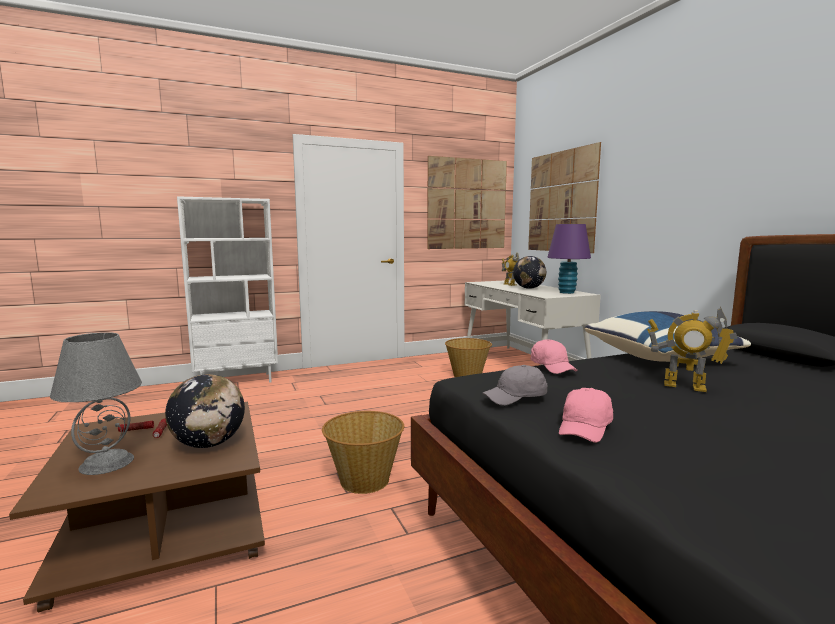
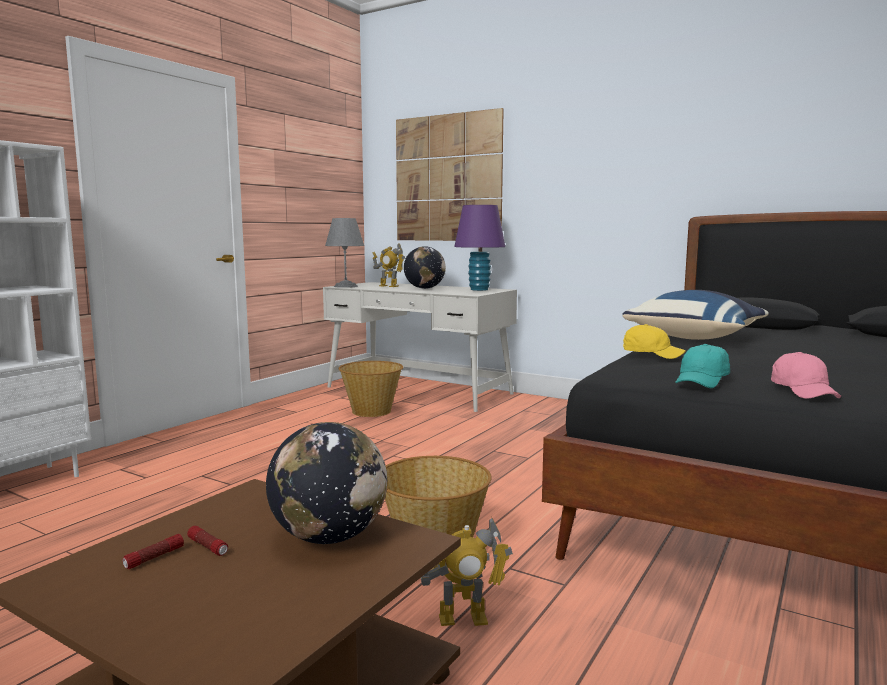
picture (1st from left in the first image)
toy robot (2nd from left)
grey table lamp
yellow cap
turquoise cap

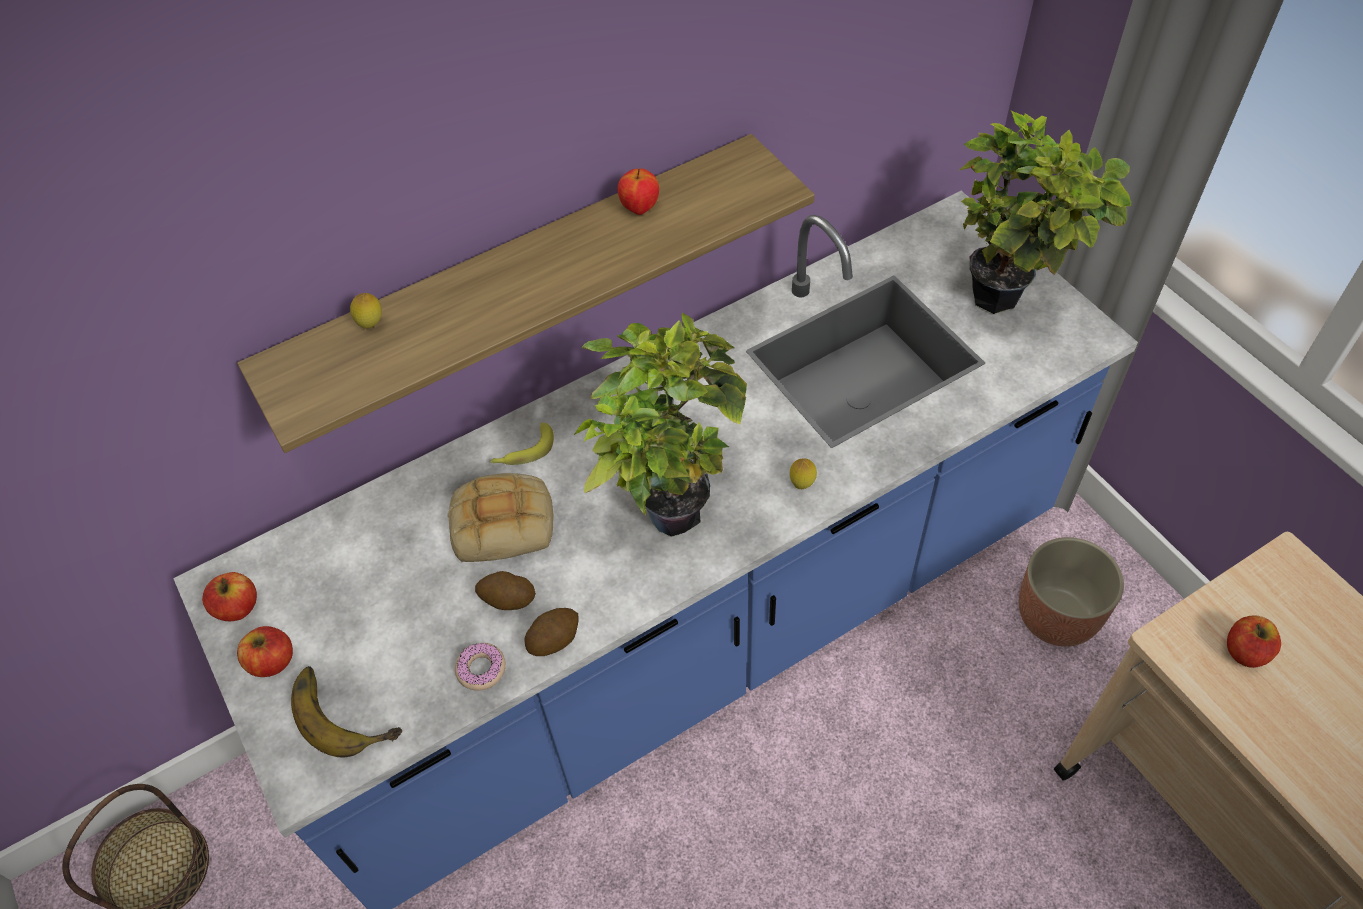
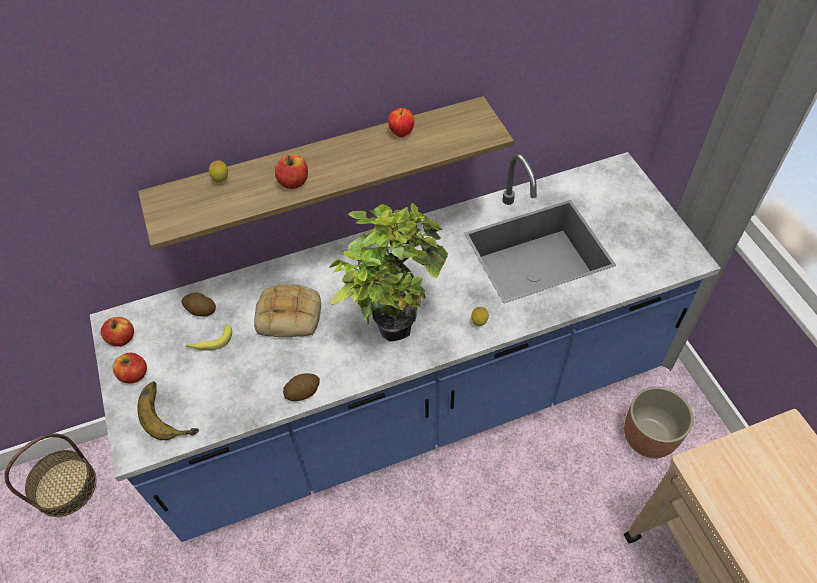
potted plant (2nd from left in the first image)
banana (2nd from left)
potato (1st from left)
apple (3rd from left)
donut

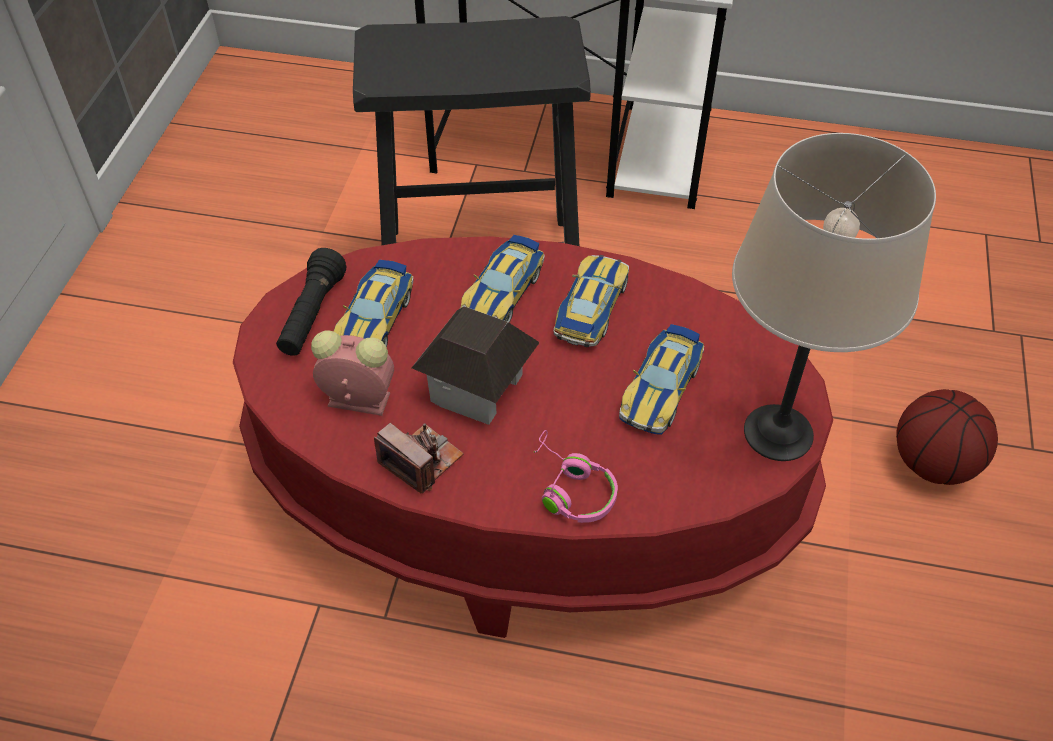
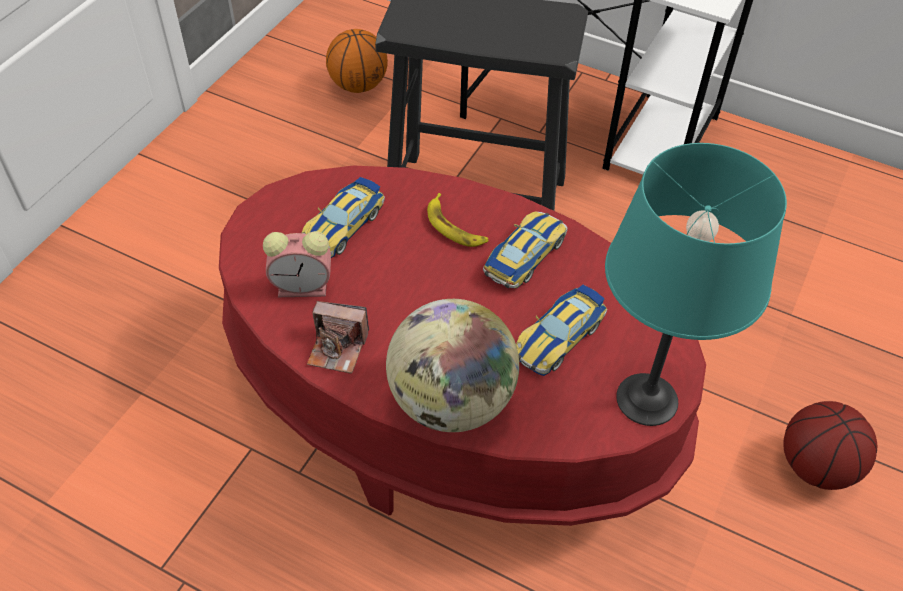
turquoise table lamp
banana
black flashlight
toy house
alarm clock
photo camera
globe
basketball (1st from left)

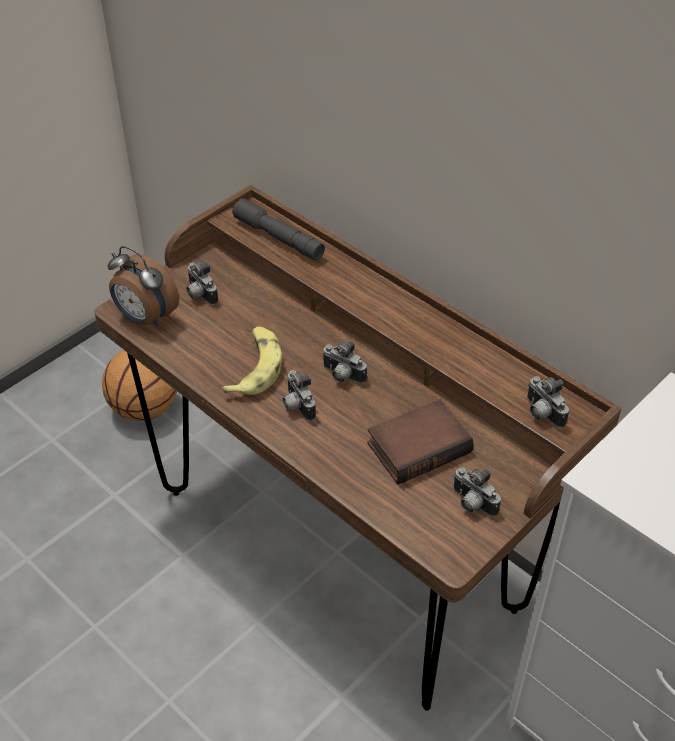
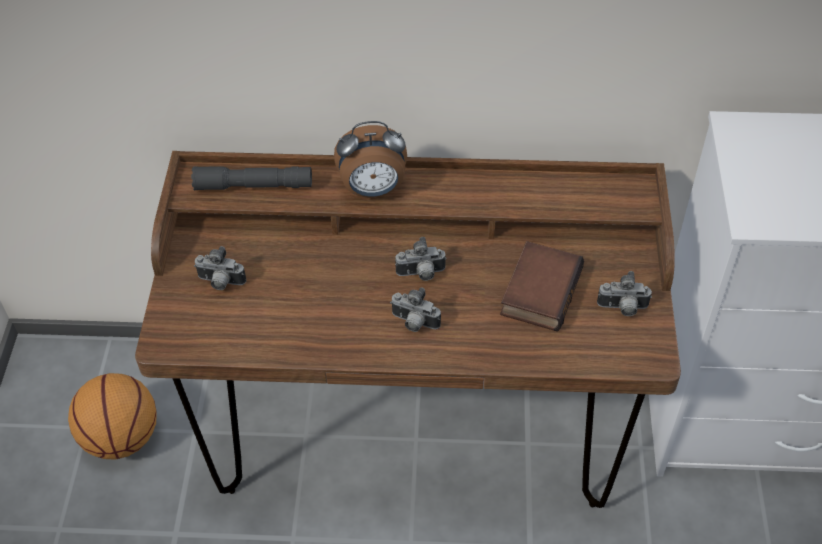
alarm clock
banana
photo camera (5th from left in the first image)

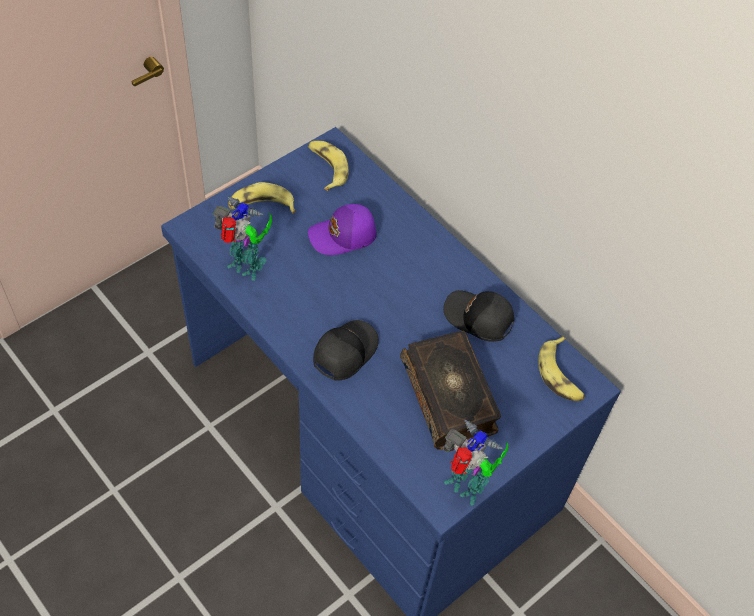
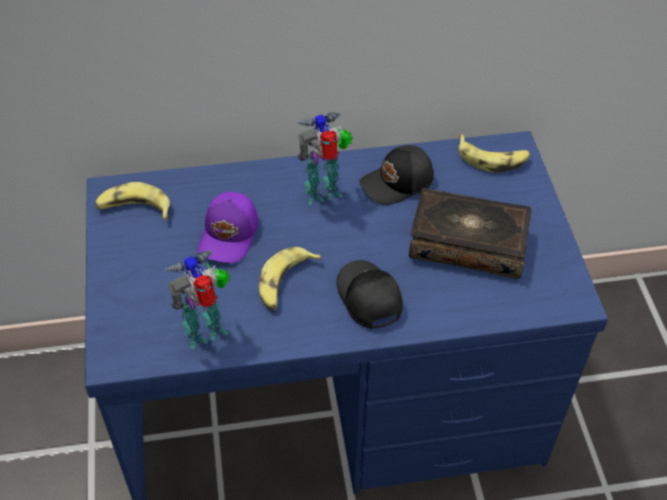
banana (2nd from left)
toy robot (2nd from left)

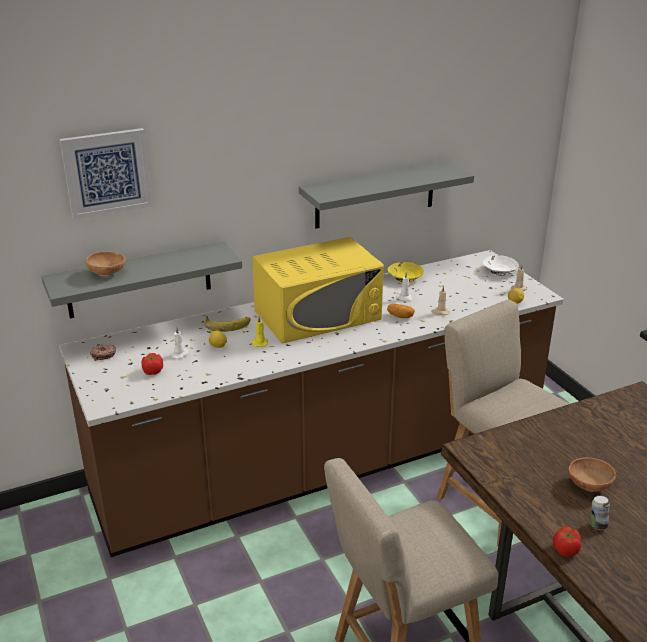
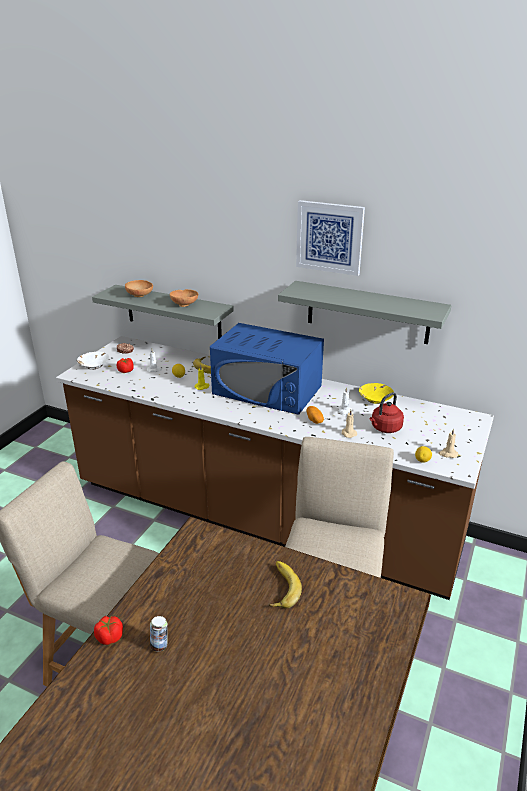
picture
blue microwave
white bowl
brown bowl (2nd from left)
red kettle
banana (2nd from left)

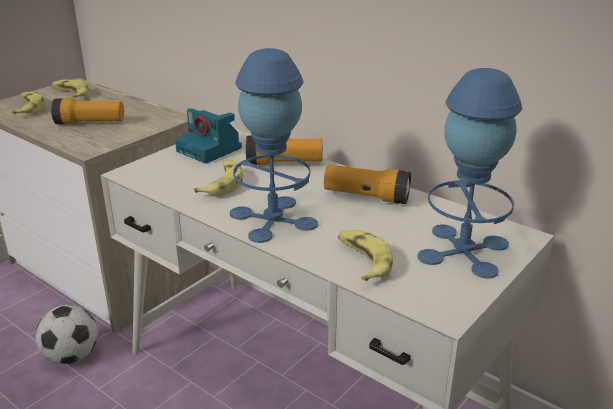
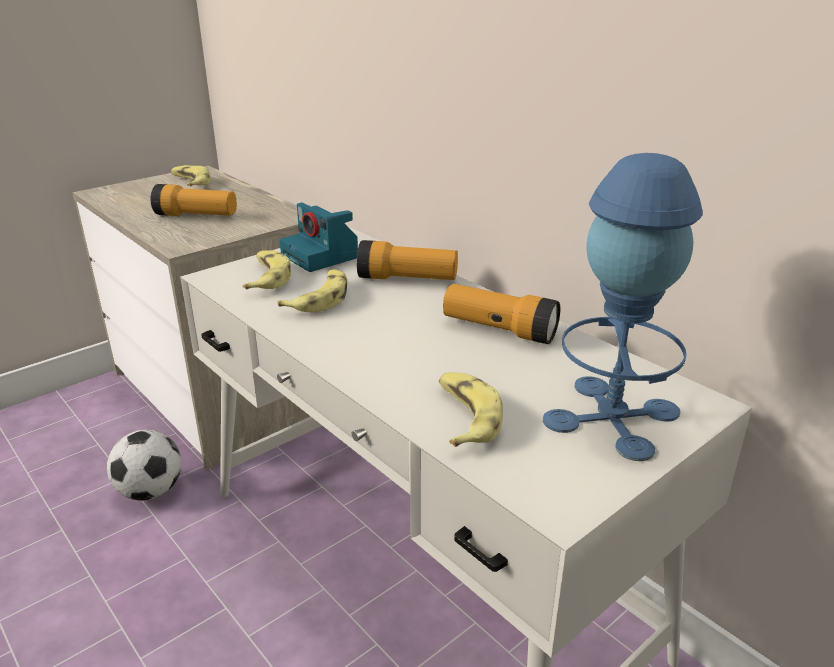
blue table lamp (1st from left in the first image)
banana (2nd from left)

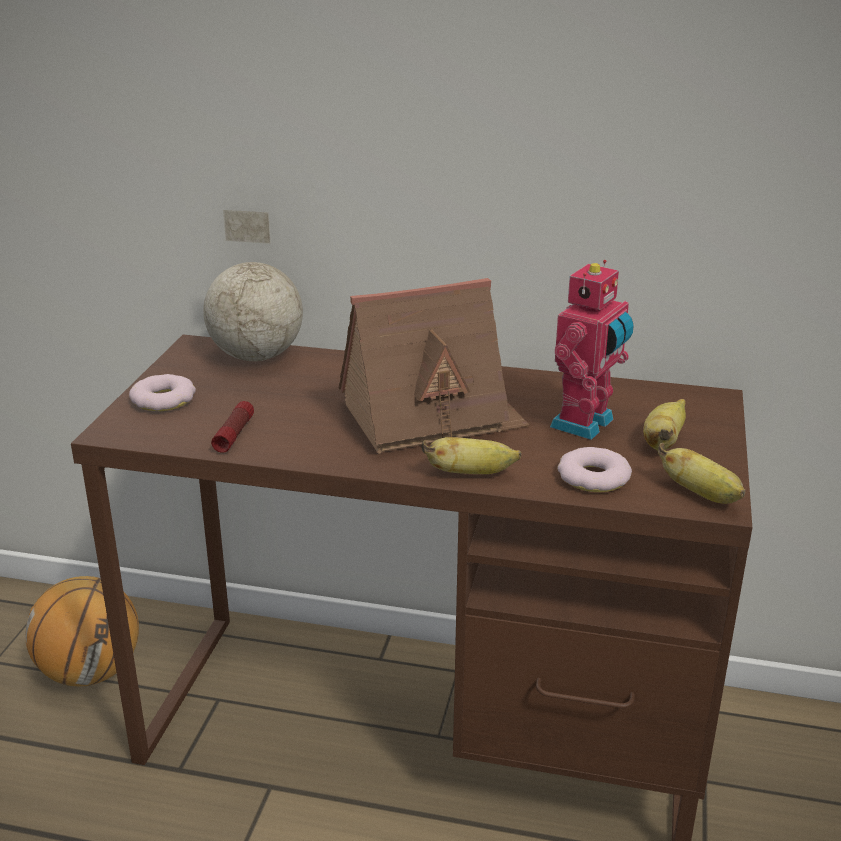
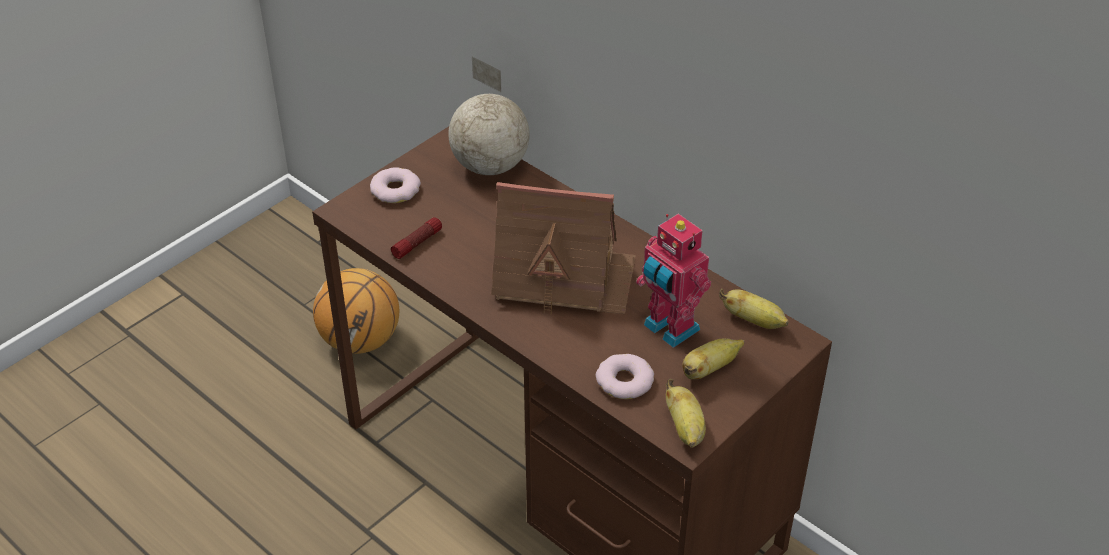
toy robot
banana (3rd from left)

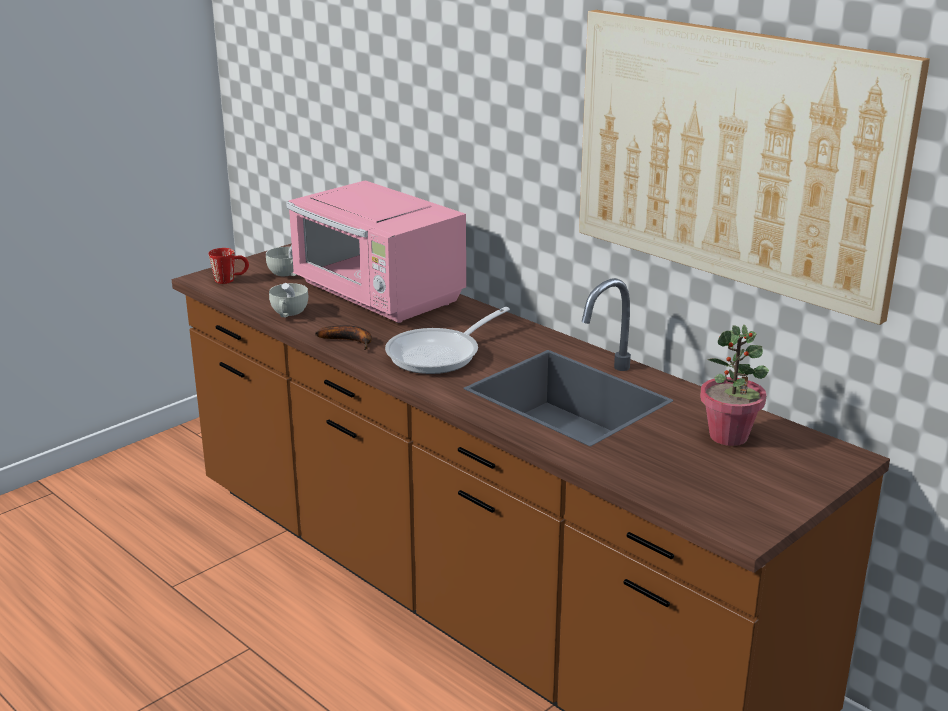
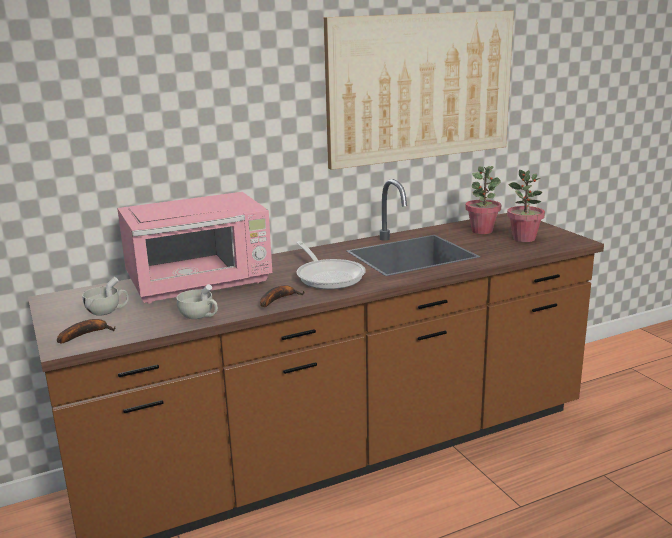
banana (1st from left)
potted plant (2nd from left)

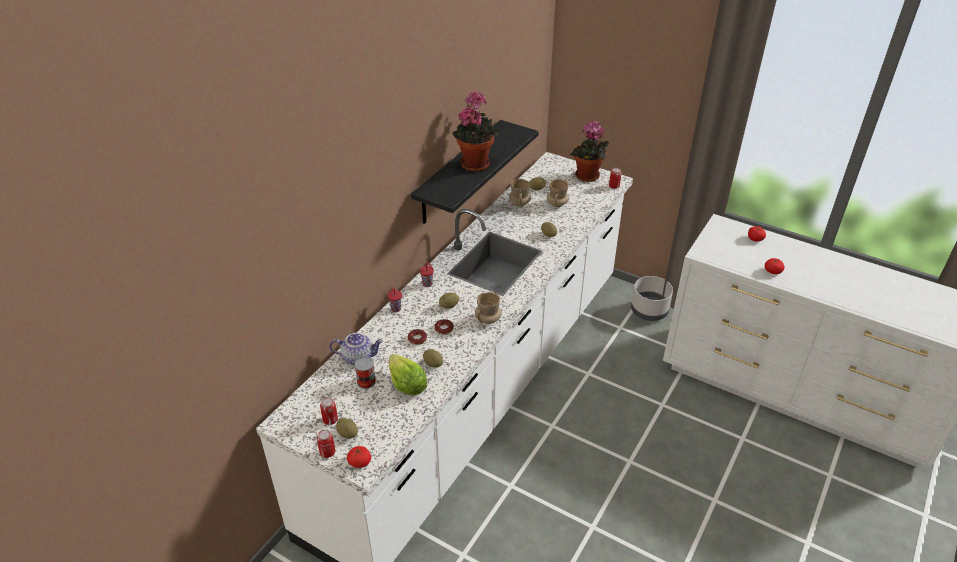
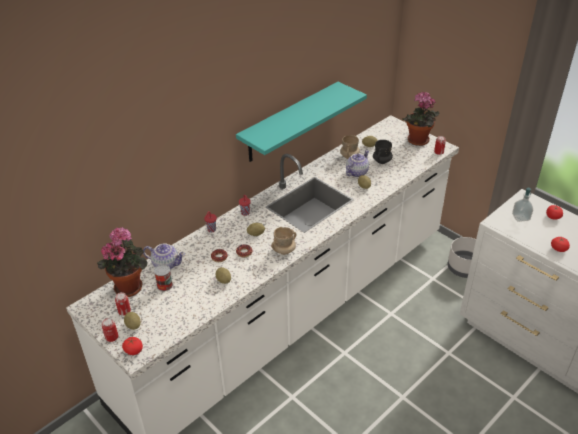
potted plant (1st from left)
turquoise shelf
black mug
lettuce
teapot (2nd from left)
soap dispenser

